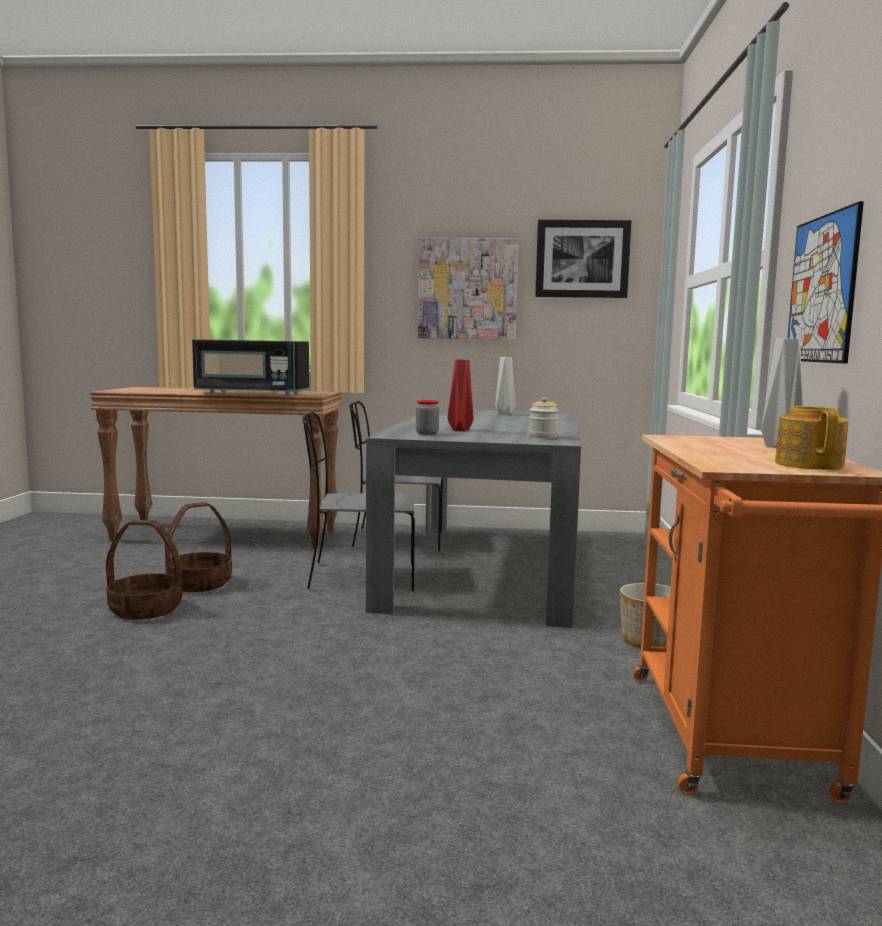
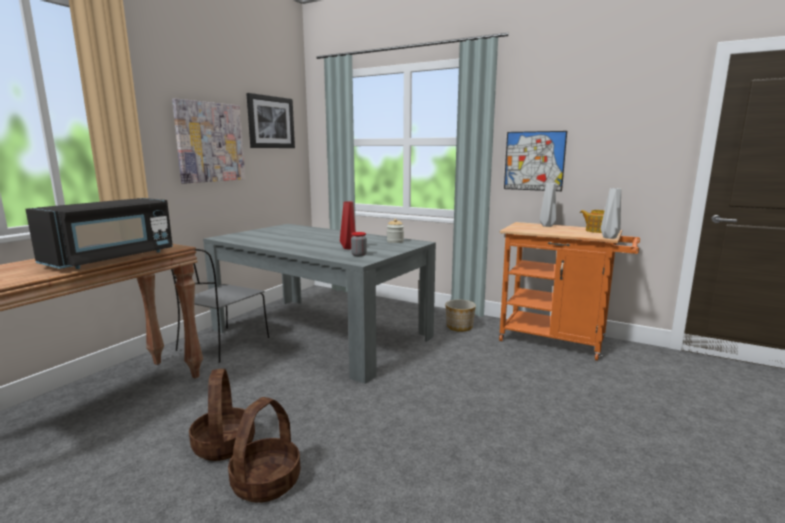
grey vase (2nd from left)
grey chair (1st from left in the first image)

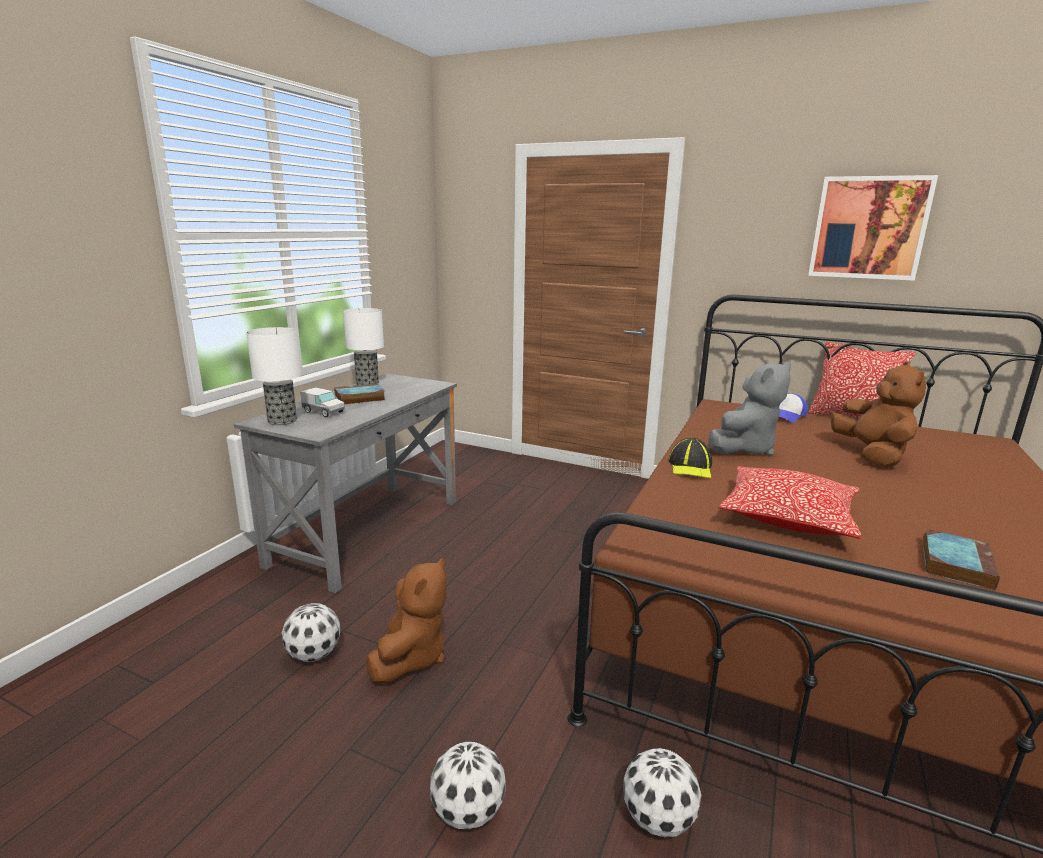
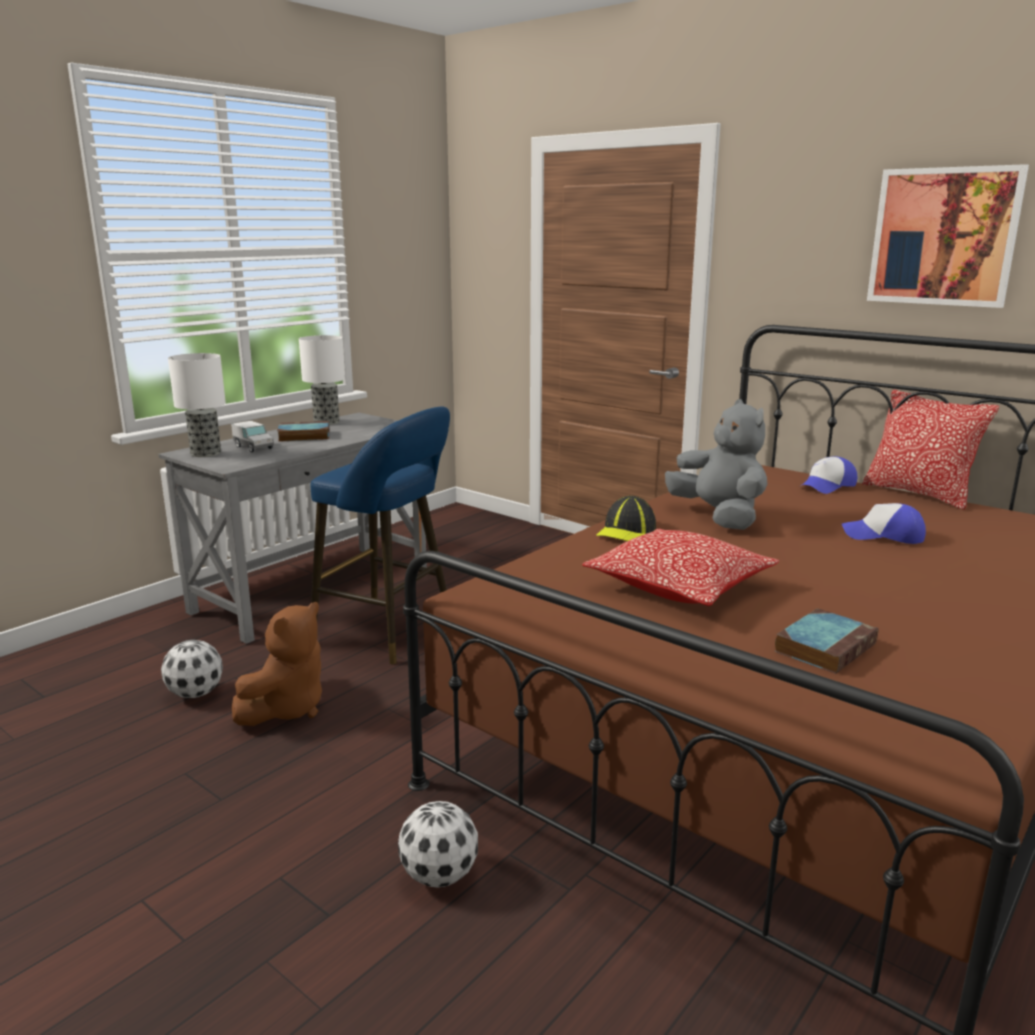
grey plush toy
cap (3rd from left)
football (2nd from left in the first image)
blue stool

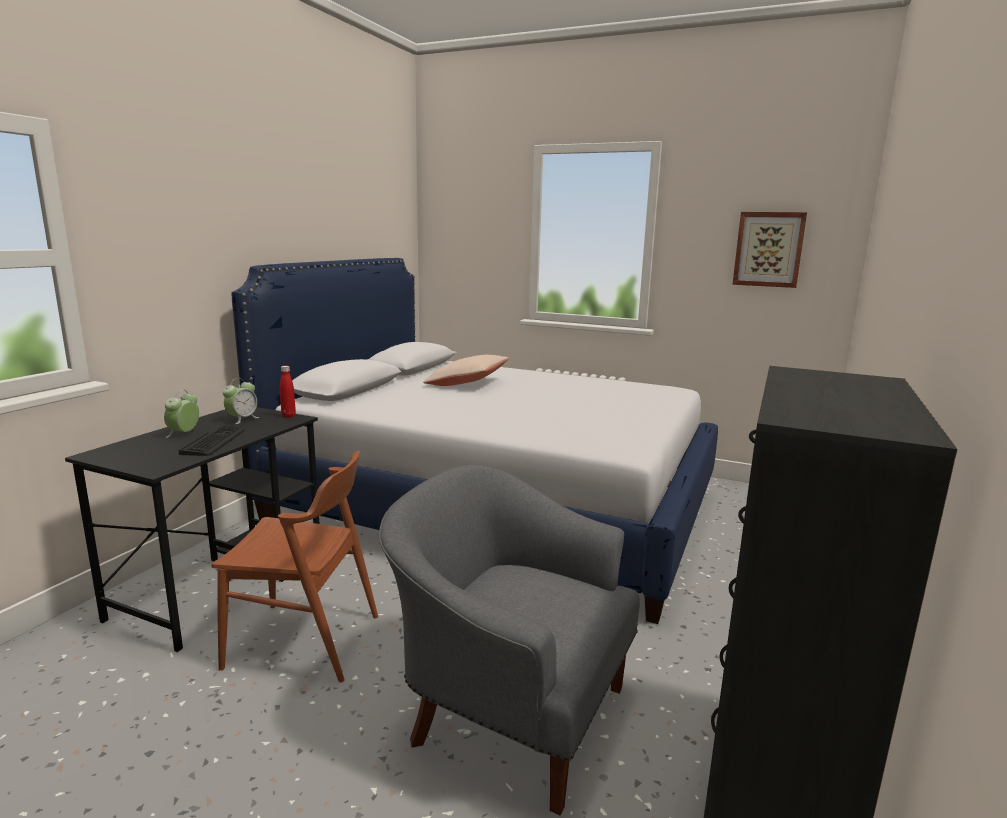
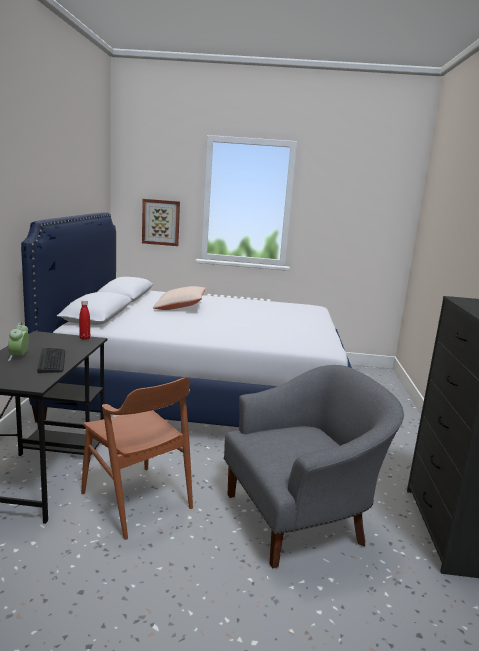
picture
alarm clock (2nd from left in the first image)
brown chair
grey armchair

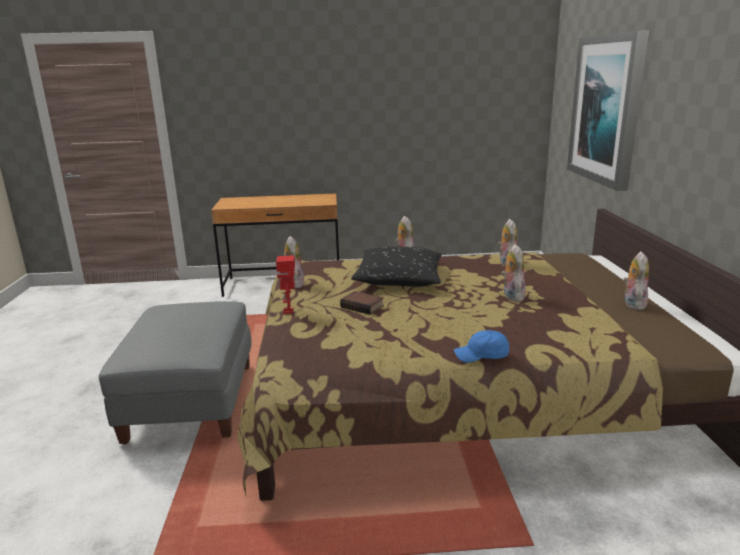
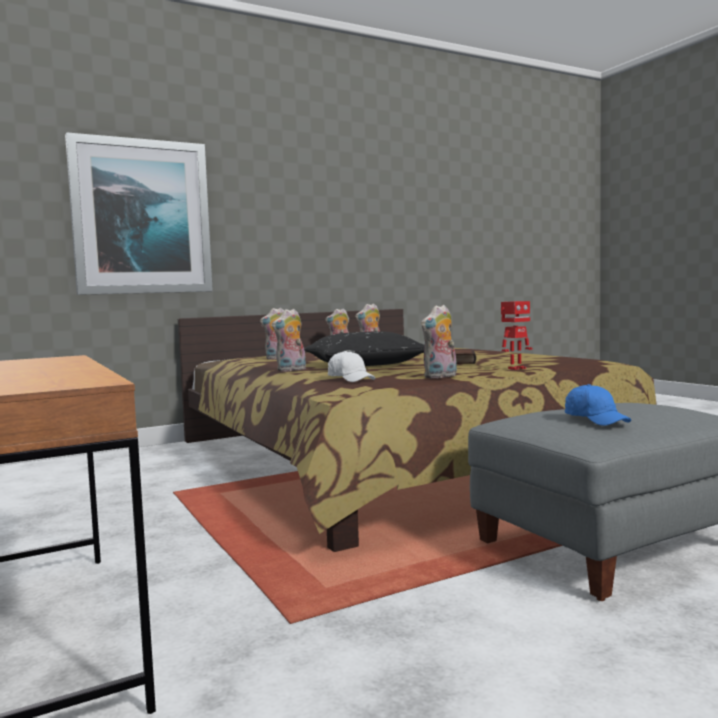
blue cap
white cap

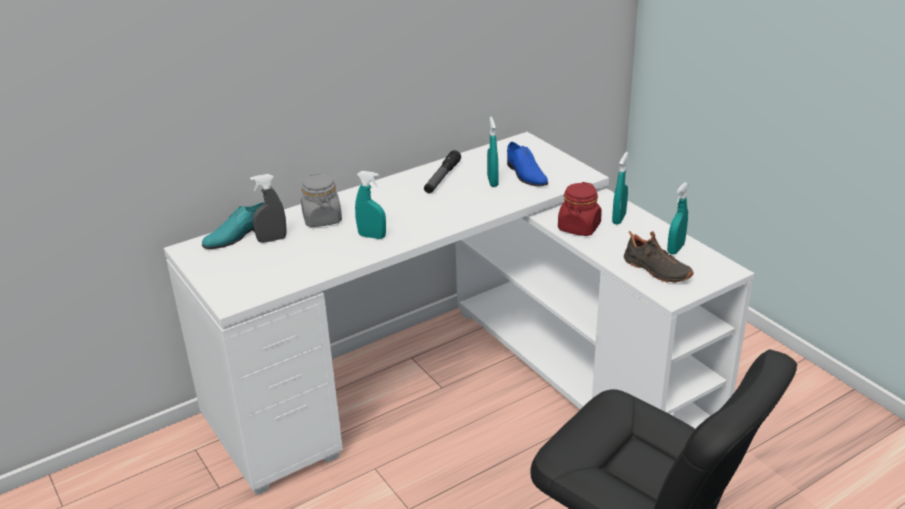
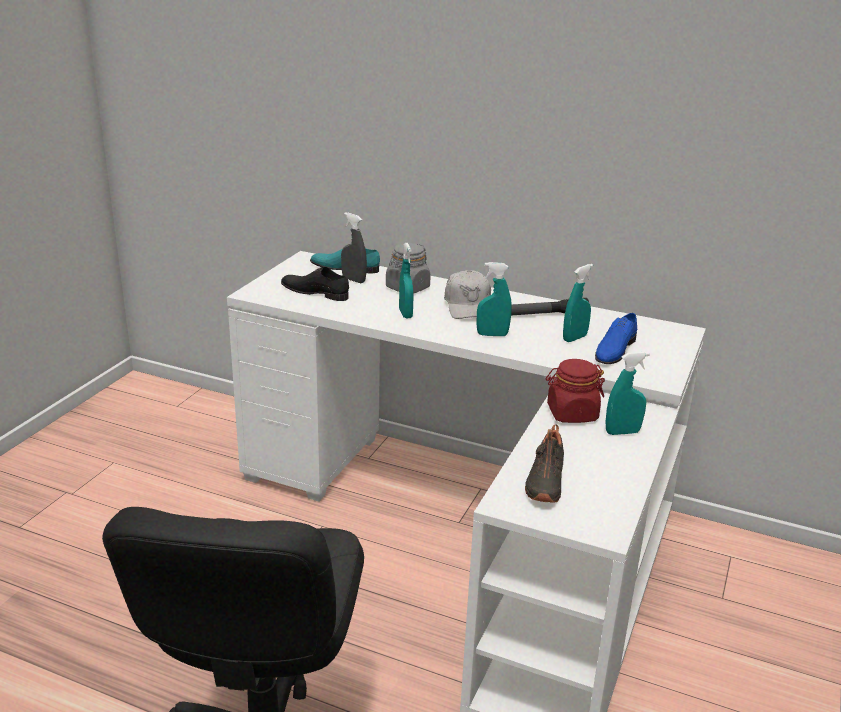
turquoise spray bottle (2nd from left)
black shoe (1st from left)
white cap

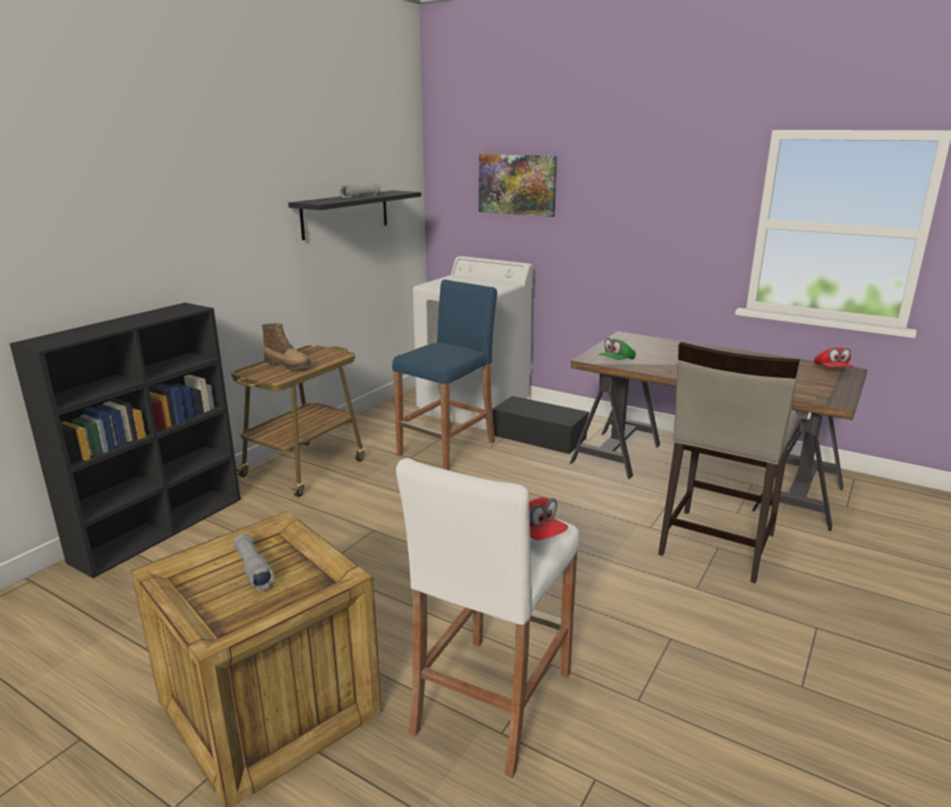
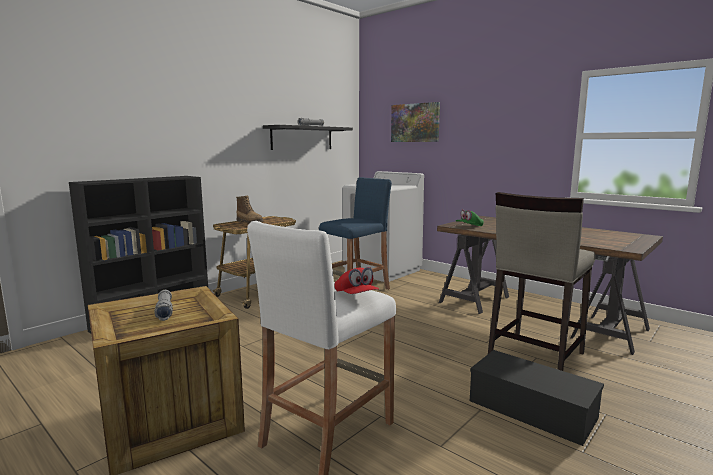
red cap (2nd from left in the first image)
black storage box

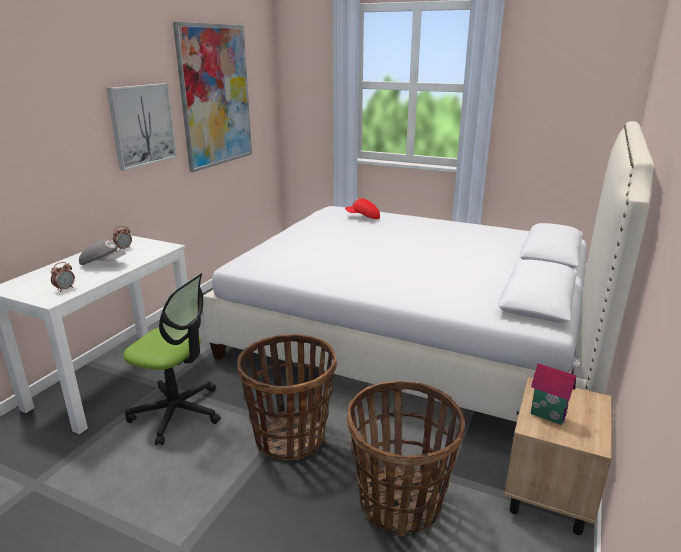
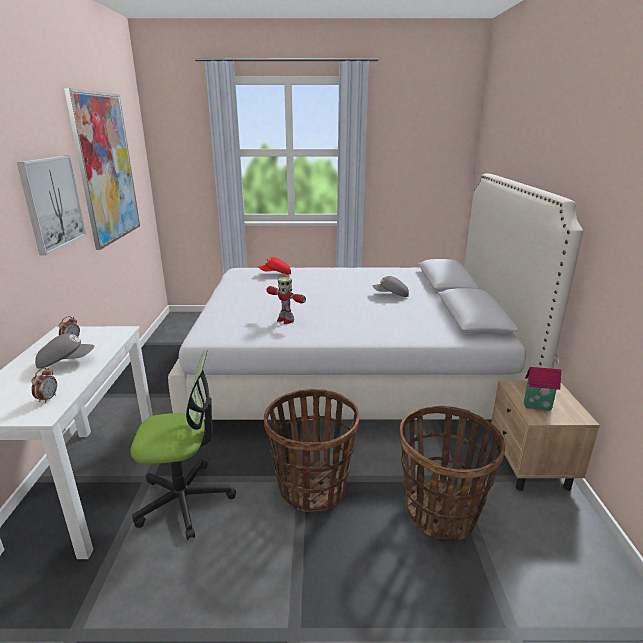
grey cap (2nd from left)
toy robot

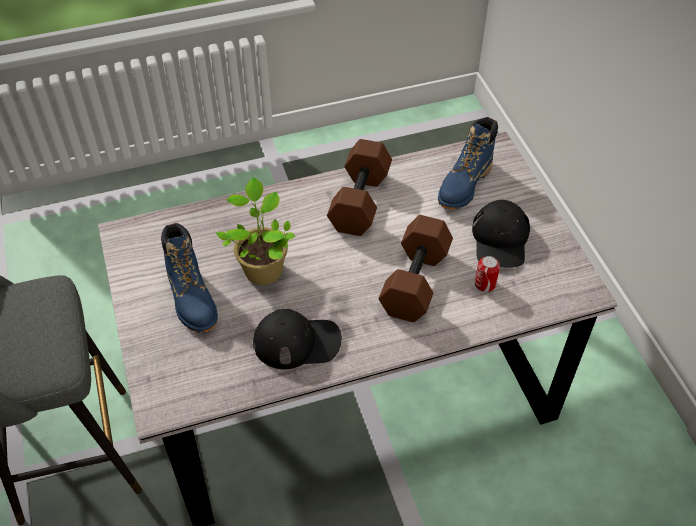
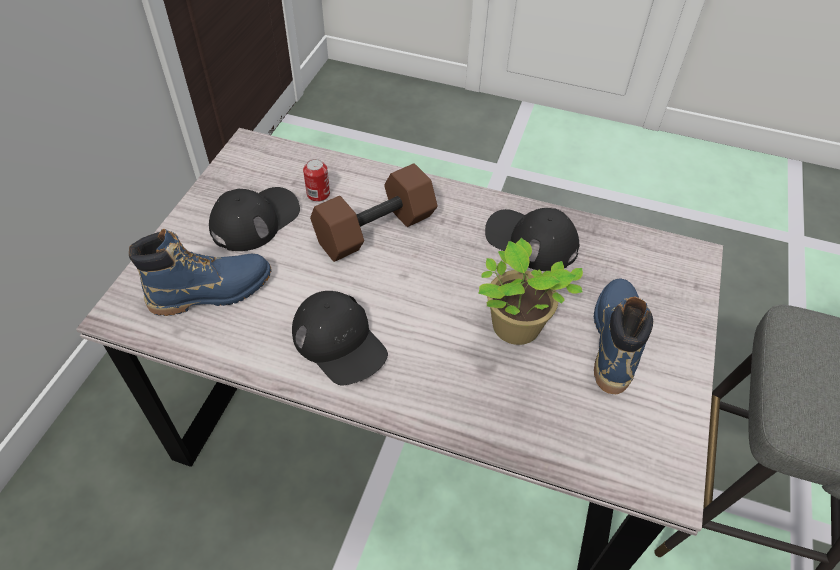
black cap (2nd from left)

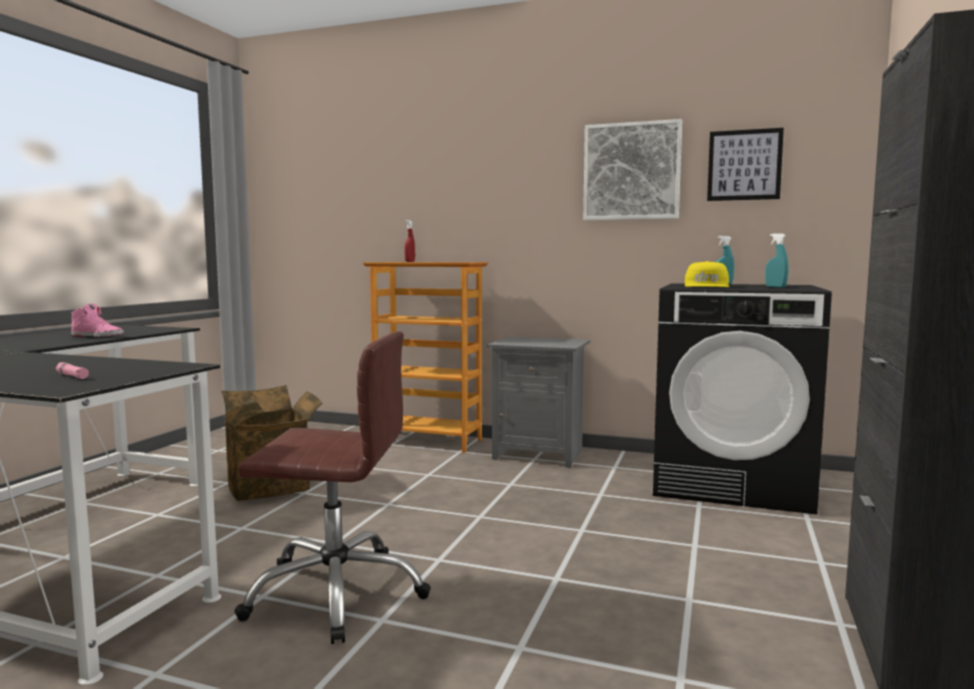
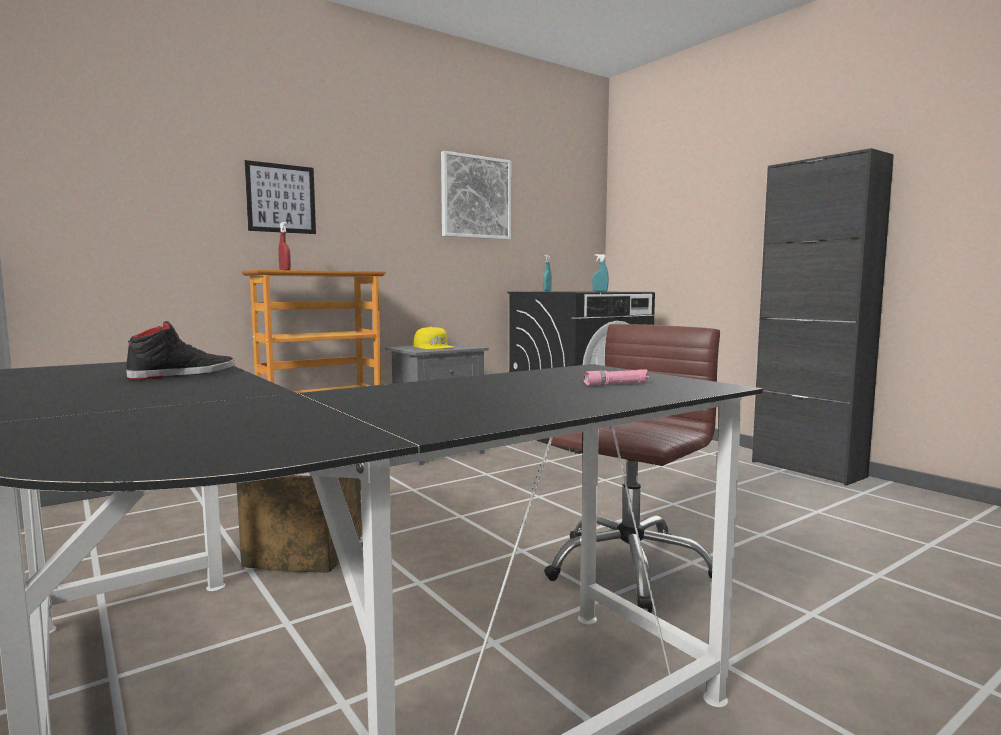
picture (1st from left)
yellow cap
black shoe

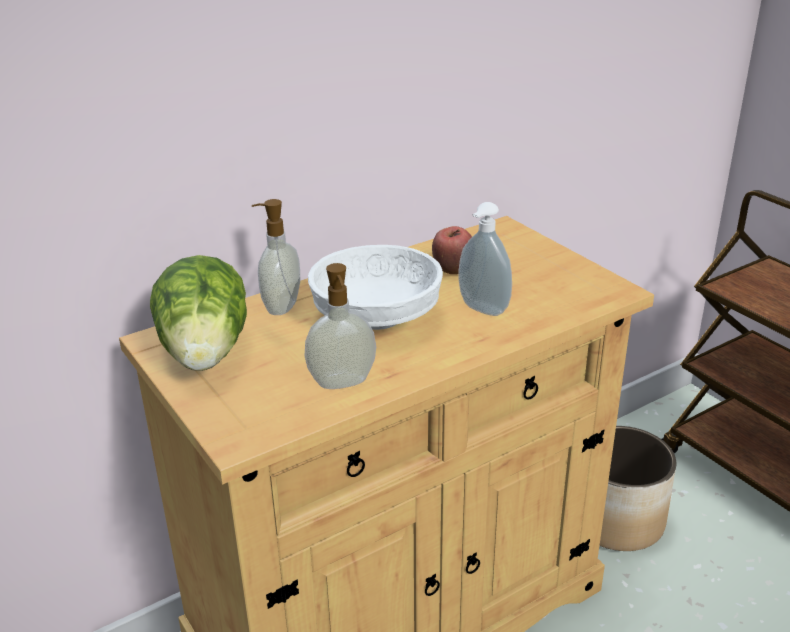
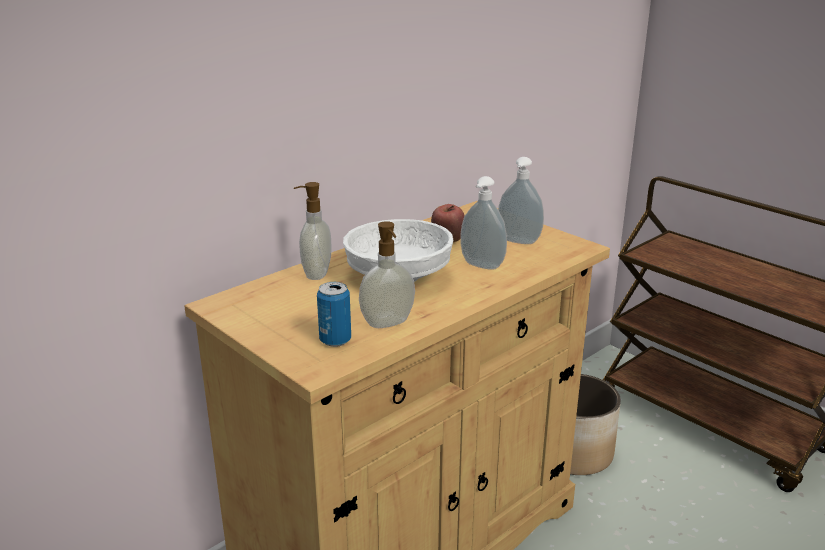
lettuce
soap dispenser (4th from left)
can

